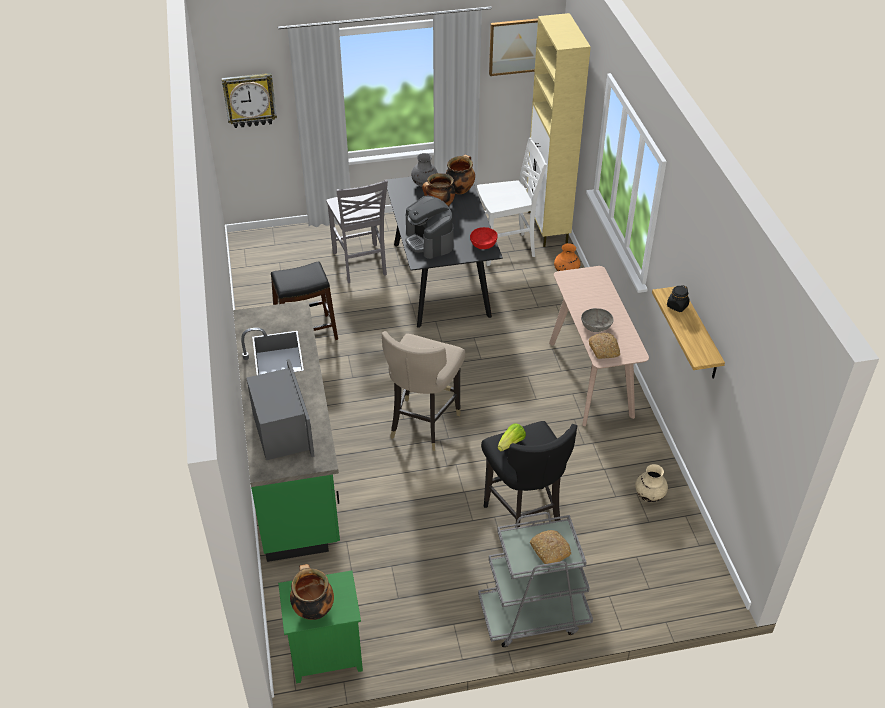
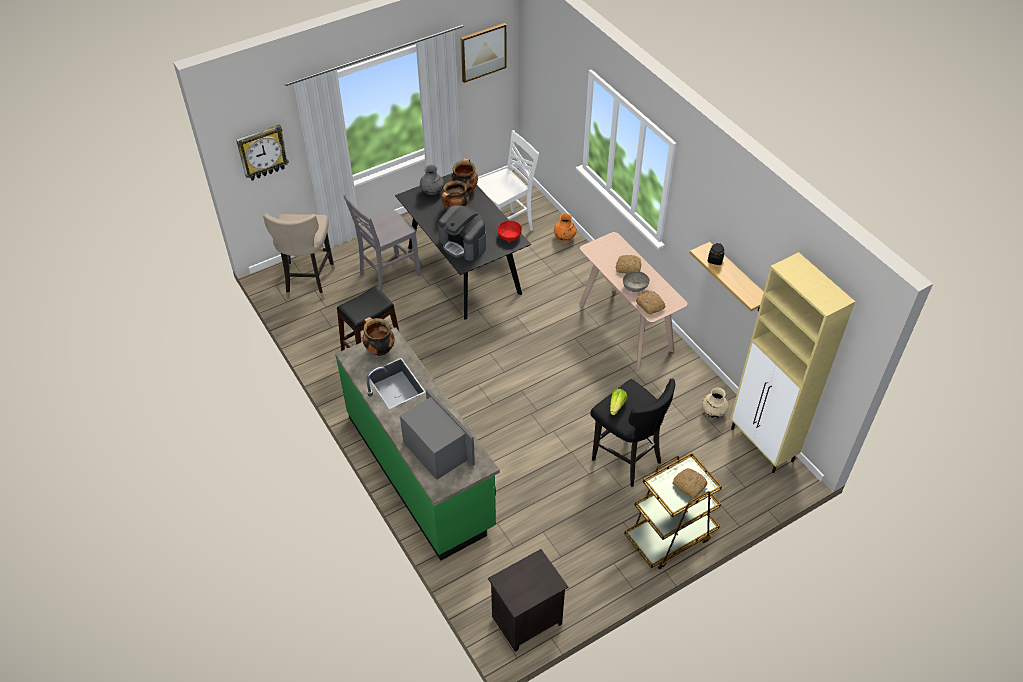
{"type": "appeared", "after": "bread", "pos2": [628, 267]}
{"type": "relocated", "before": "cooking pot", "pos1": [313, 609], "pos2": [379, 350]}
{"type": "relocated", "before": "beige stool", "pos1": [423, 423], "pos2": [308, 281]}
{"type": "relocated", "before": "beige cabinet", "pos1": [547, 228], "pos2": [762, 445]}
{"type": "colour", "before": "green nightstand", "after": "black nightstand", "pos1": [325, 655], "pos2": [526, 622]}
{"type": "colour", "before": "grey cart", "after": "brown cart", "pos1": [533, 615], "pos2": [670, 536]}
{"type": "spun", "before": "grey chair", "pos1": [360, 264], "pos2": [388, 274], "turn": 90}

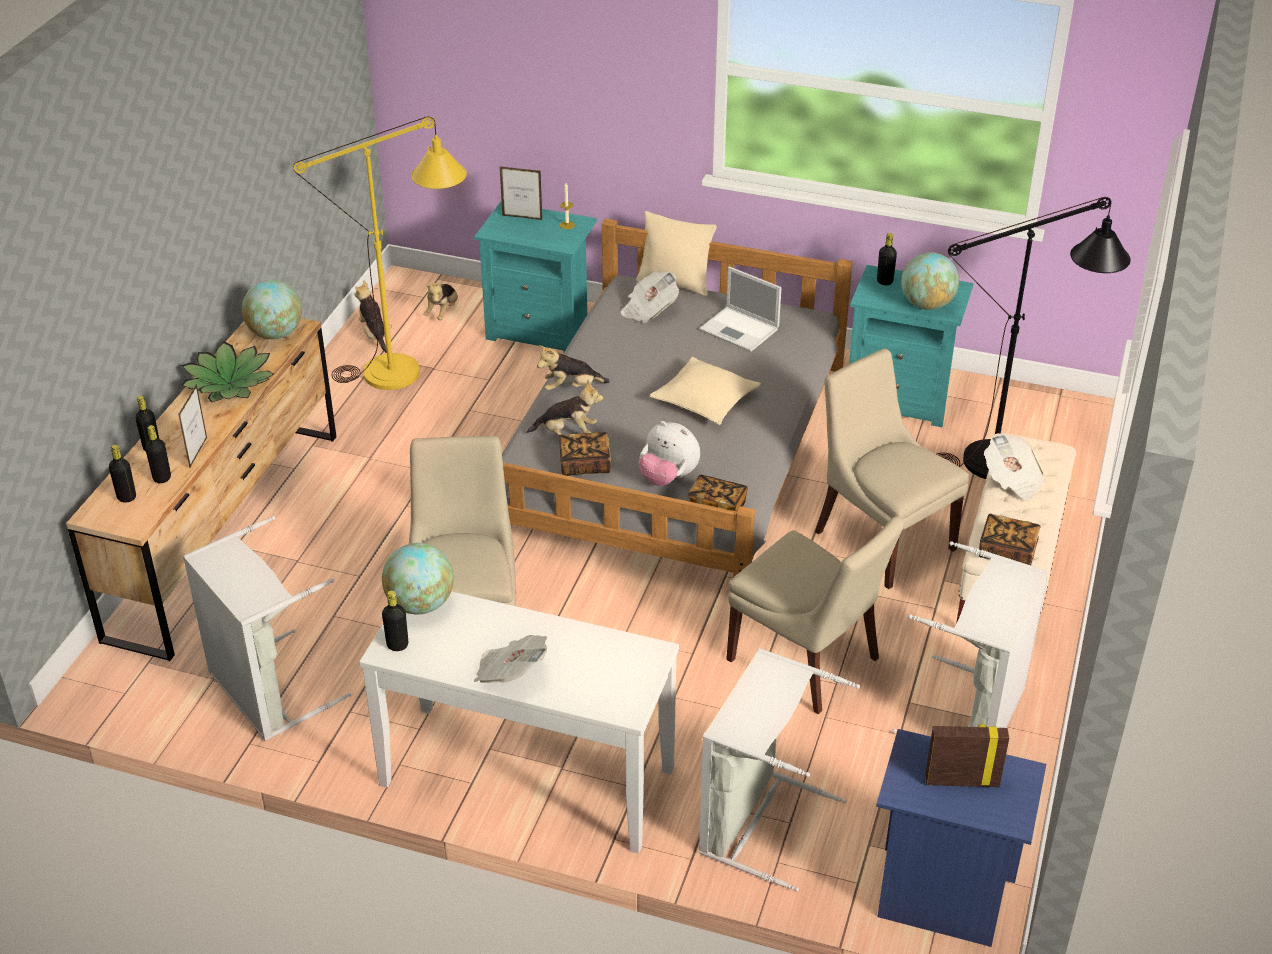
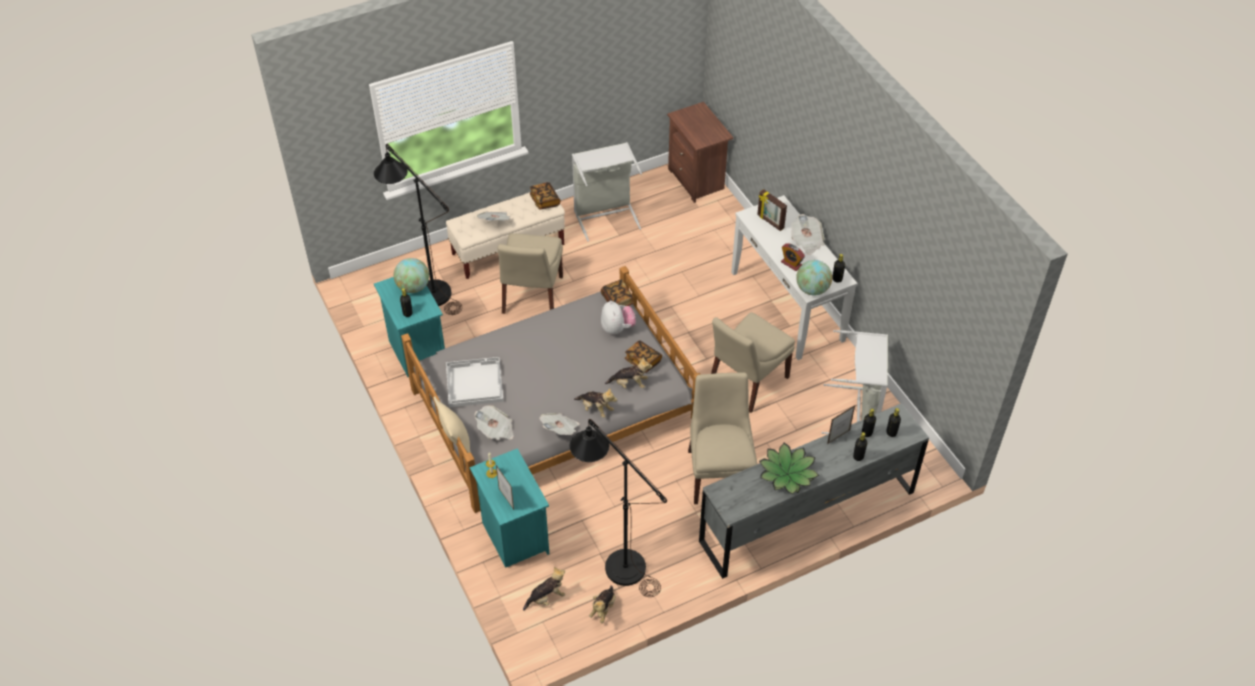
{"type": "missing", "before": "globe", "pos1": [275, 334]}
{"type": "missing", "before": "beige pillow", "pos1": [705, 400]}
{"type": "missing", "before": "grey laundry basket", "pos1": [757, 821]}
{"type": "appeared", "after": "newspaper", "pos2": [560, 430]}
{"type": "appeared", "after": "alarm clock", "pos2": [791, 264]}
{"type": "relocated", "before": "beige chair", "pos1": [807, 662], "pos2": [719, 472]}
{"type": "relocated", "before": "picture frame", "pos1": [961, 781], "pos2": [770, 222]}
{"type": "exchanged", "before": "laptop", "after": "white tray", "pos1": [740, 330], "pos2": [474, 383]}
{"type": "colour", "before": "brown dresser", "after": "grey dresser", "pos1": [226, 533], "pos2": [807, 516]}
{"type": "colour", "before": "yellow floor lamp", "after": "black floor lamp", "pos1": [408, 373], "pos2": [616, 560]}
{"type": "colour", "before": "blue nightstand", "after": "brown nightstand", "pos1": [940, 897], "pos2": [697, 180]}
{"type": "spun", "before": "plush toy", "pos1": [567, 433], "pos2": [629, 384], "turn": 135}

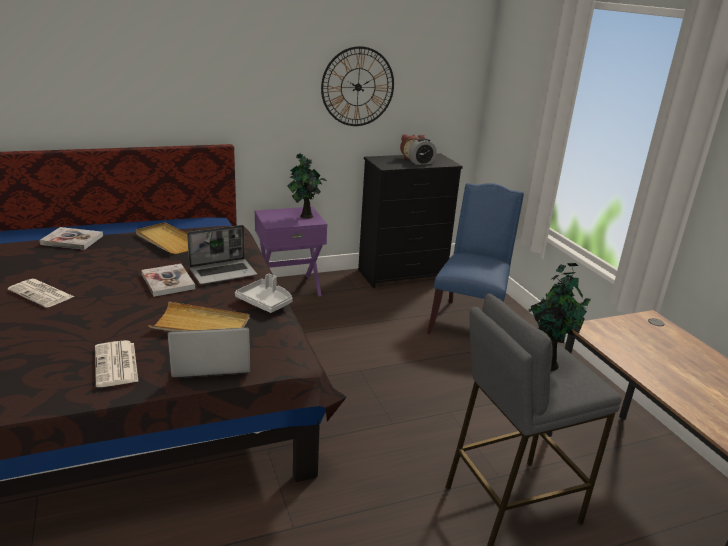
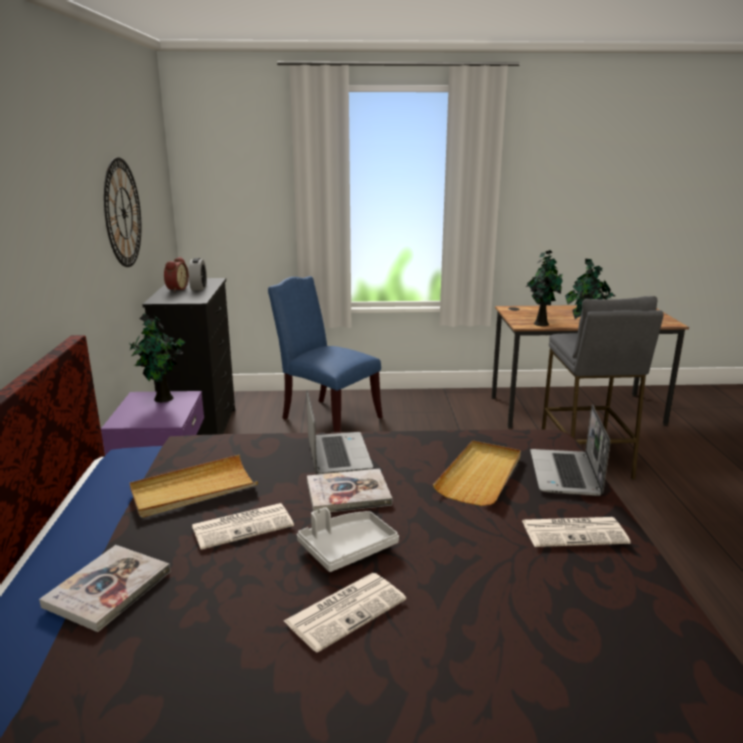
{"type": "appeared", "after": "newspaper", "pos2": [243, 526]}
{"type": "appeared", "after": "potted plant", "pos2": [540, 323]}
{"type": "relocated", "before": "grey tray", "pos1": [265, 302], "pos2": [347, 548]}

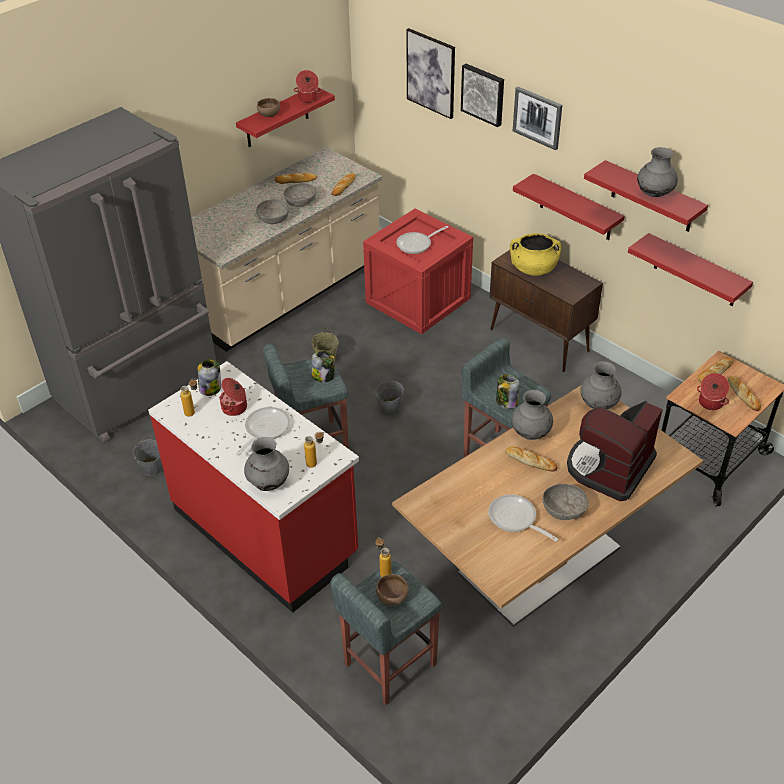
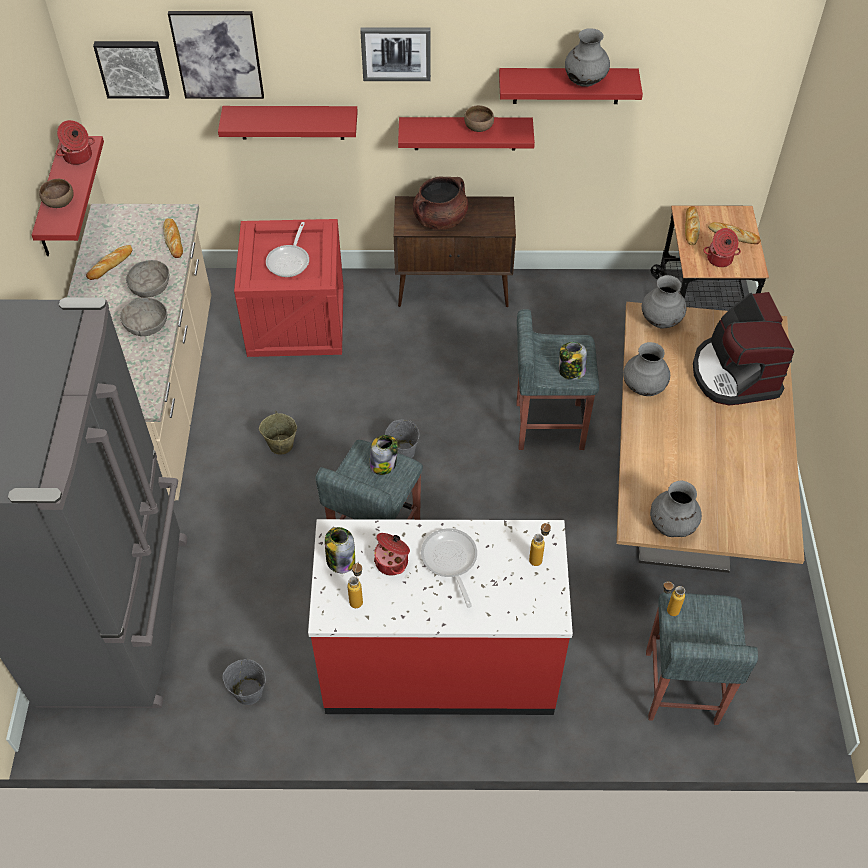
{"type": "missing", "before": "frying pan", "pos1": [515, 519]}
{"type": "missing", "before": "bread", "pos1": [530, 461]}
{"type": "missing", "before": "grey bowl", "pos1": [564, 510]}
{"type": "relocated", "before": "grey vase", "pos1": [268, 482], "pos2": [671, 526]}
{"type": "relocated", "before": "brown bowl", "pos1": [393, 597], "pos2": [479, 127]}
{"type": "relocated", "before": "picture", "pos1": [483, 94], "pos2": [132, 68]}
{"type": "relocated", "before": "red shelf", "pos1": [696, 271], "pos2": [291, 122]}
{"type": "colour", "before": "yellow cooking pot", "after": "brown cooking pot", "pos1": [533, 269], "pos2": [440, 220]}

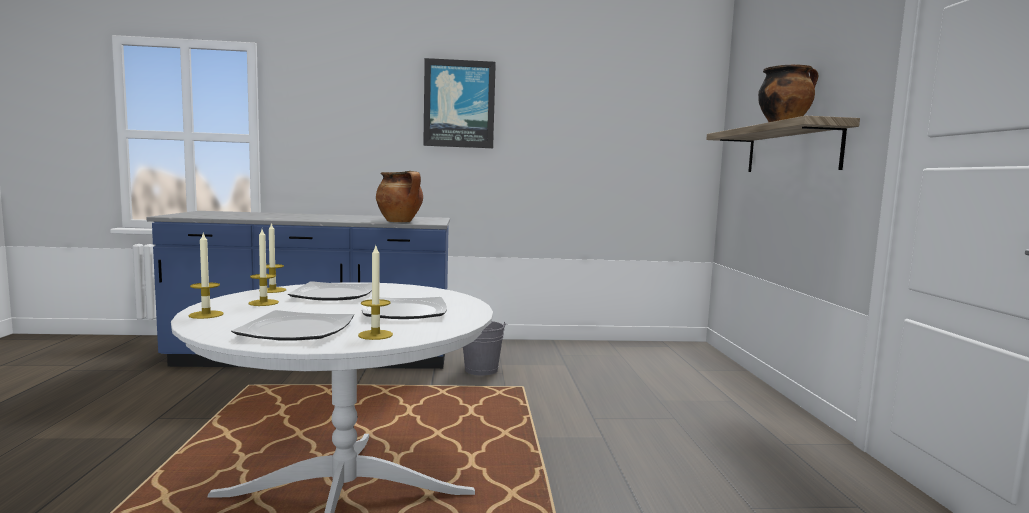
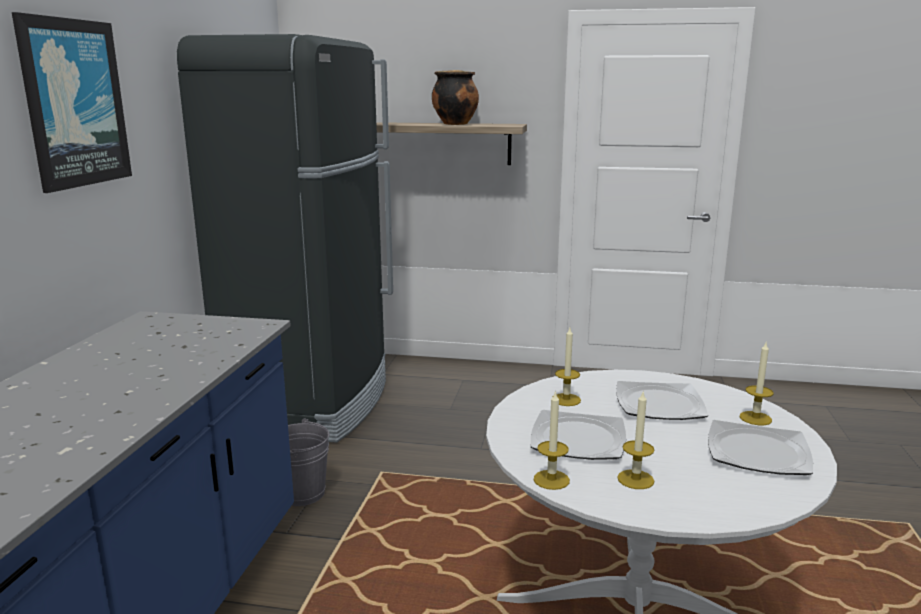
{"type": "missing", "before": "cooking pot", "pos1": [400, 222]}
{"type": "appeared", "after": "black fridge", "pos2": [312, 402]}
{"type": "relocated", "before": "candle", "pos1": [206, 315], "pos2": [566, 399]}

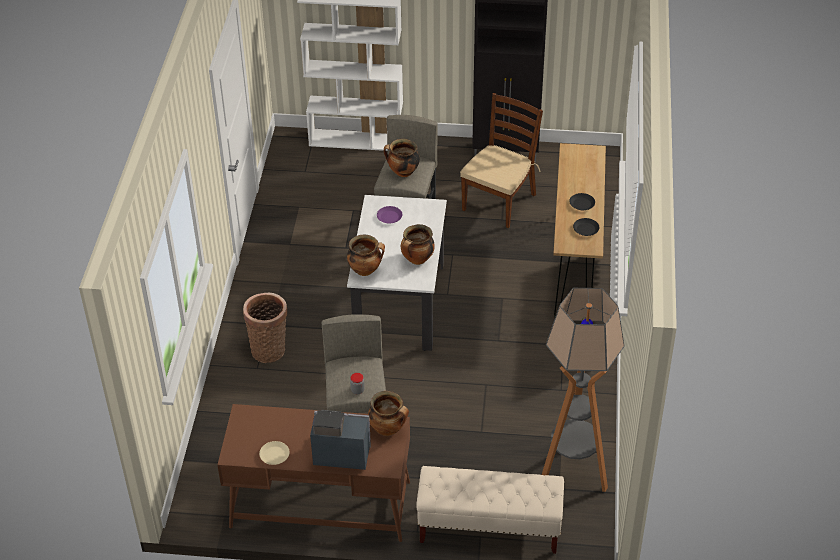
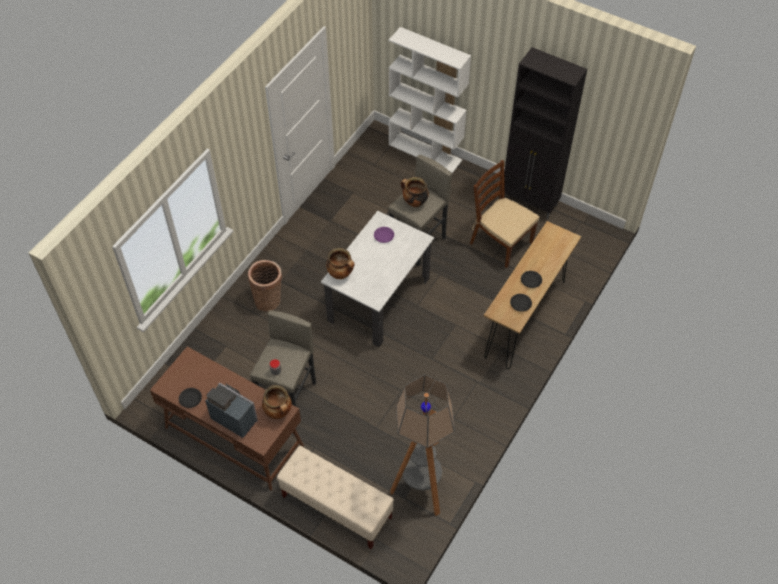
{"type": "missing", "before": "cooking pot", "pos1": [417, 260]}
{"type": "colour", "before": "beige plate", "after": "black plate", "pos1": [275, 455], "pos2": [191, 399]}
{"type": "spun", "before": "brown chair", "pos1": [499, 201], "pos2": [500, 242], "turn": -105}

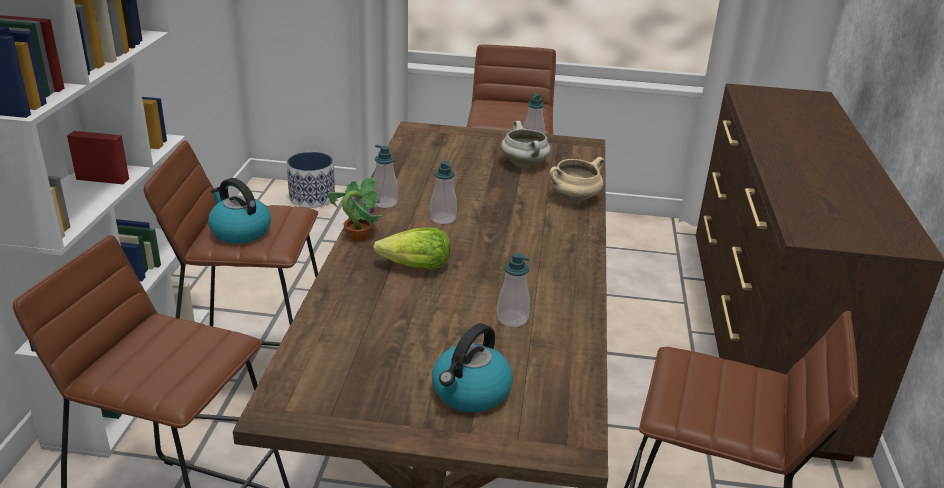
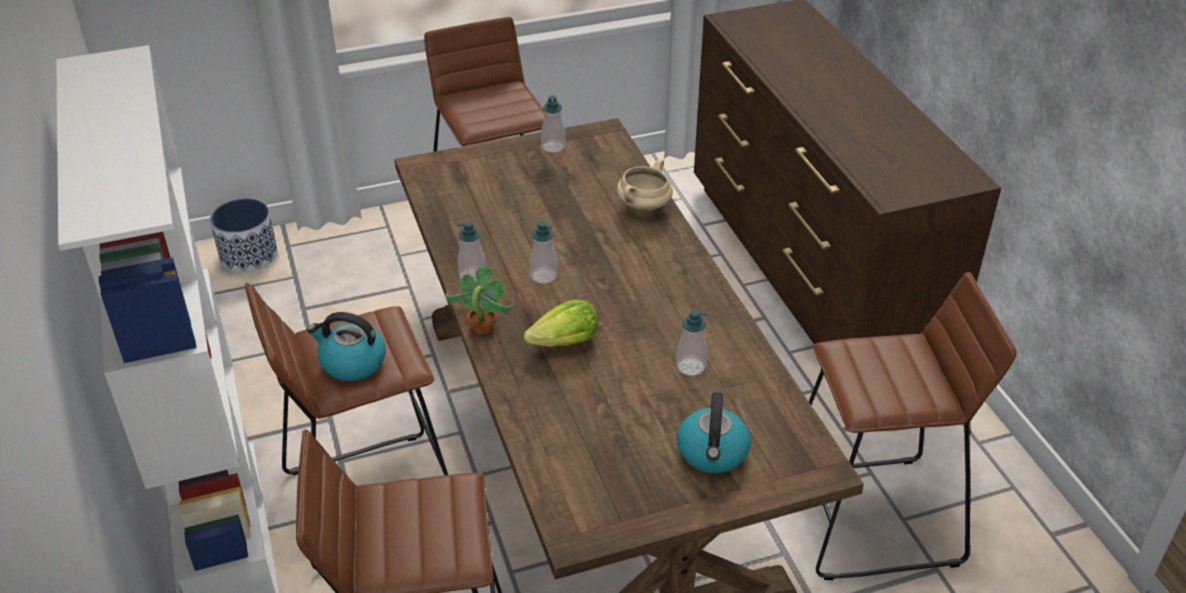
{"type": "missing", "before": "white cooking pot", "pos1": [525, 164]}

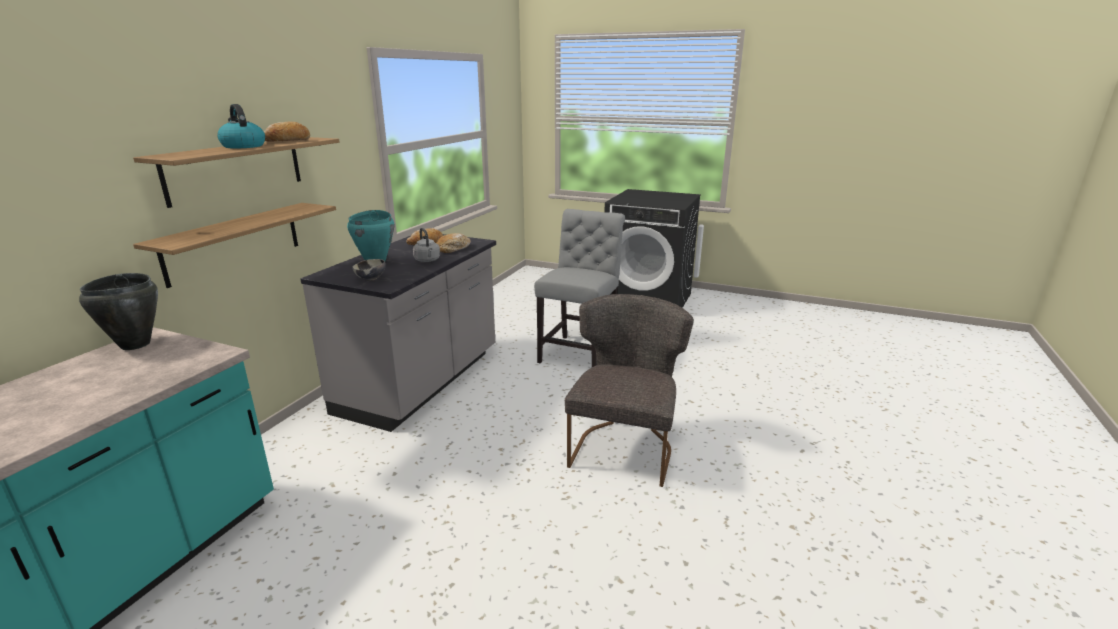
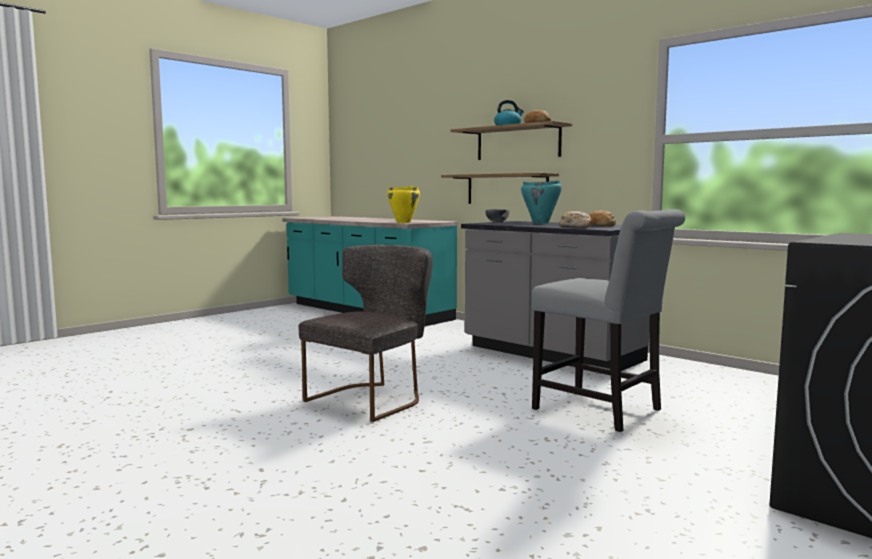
{"type": "missing", "before": "black cooking pot", "pos1": [134, 345]}
{"type": "missing", "before": "grey kettle", "pos1": [427, 260]}
{"type": "appeared", "after": "yellow cooking pot", "pos2": [404, 222]}
{"type": "spun", "before": "grey chair", "pos1": [624, 447], "pos2": [373, 398], "turn": -90}

